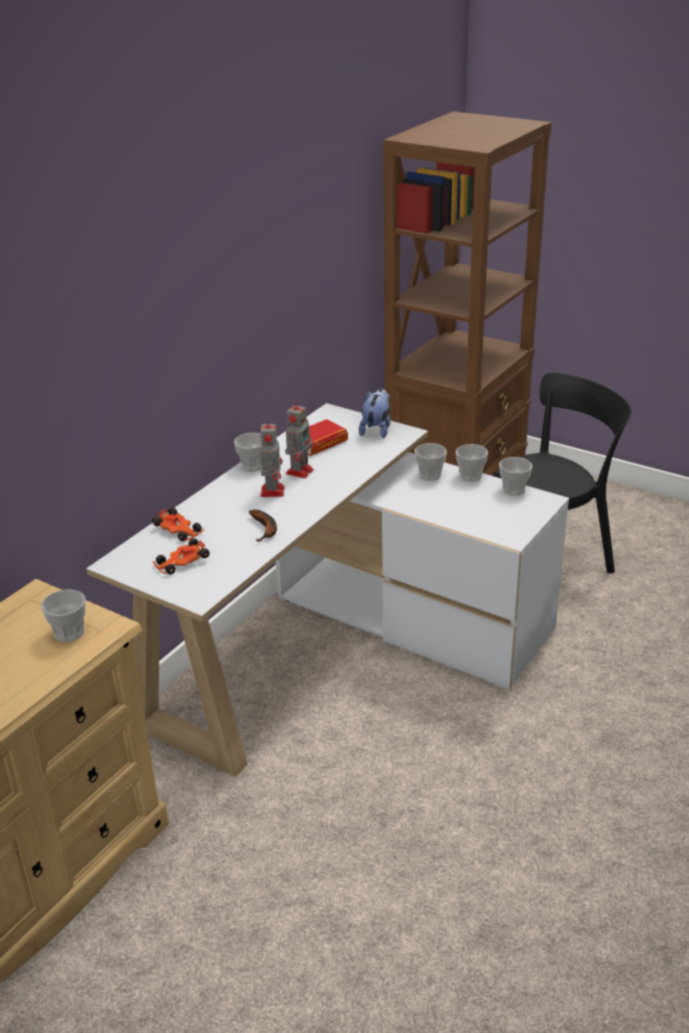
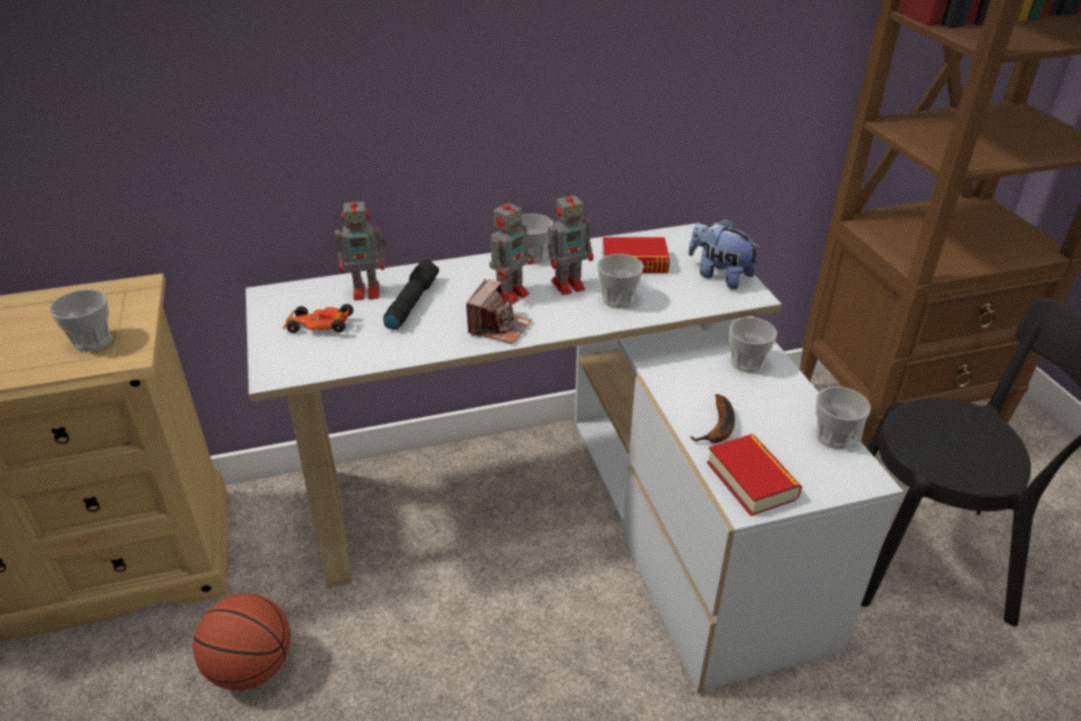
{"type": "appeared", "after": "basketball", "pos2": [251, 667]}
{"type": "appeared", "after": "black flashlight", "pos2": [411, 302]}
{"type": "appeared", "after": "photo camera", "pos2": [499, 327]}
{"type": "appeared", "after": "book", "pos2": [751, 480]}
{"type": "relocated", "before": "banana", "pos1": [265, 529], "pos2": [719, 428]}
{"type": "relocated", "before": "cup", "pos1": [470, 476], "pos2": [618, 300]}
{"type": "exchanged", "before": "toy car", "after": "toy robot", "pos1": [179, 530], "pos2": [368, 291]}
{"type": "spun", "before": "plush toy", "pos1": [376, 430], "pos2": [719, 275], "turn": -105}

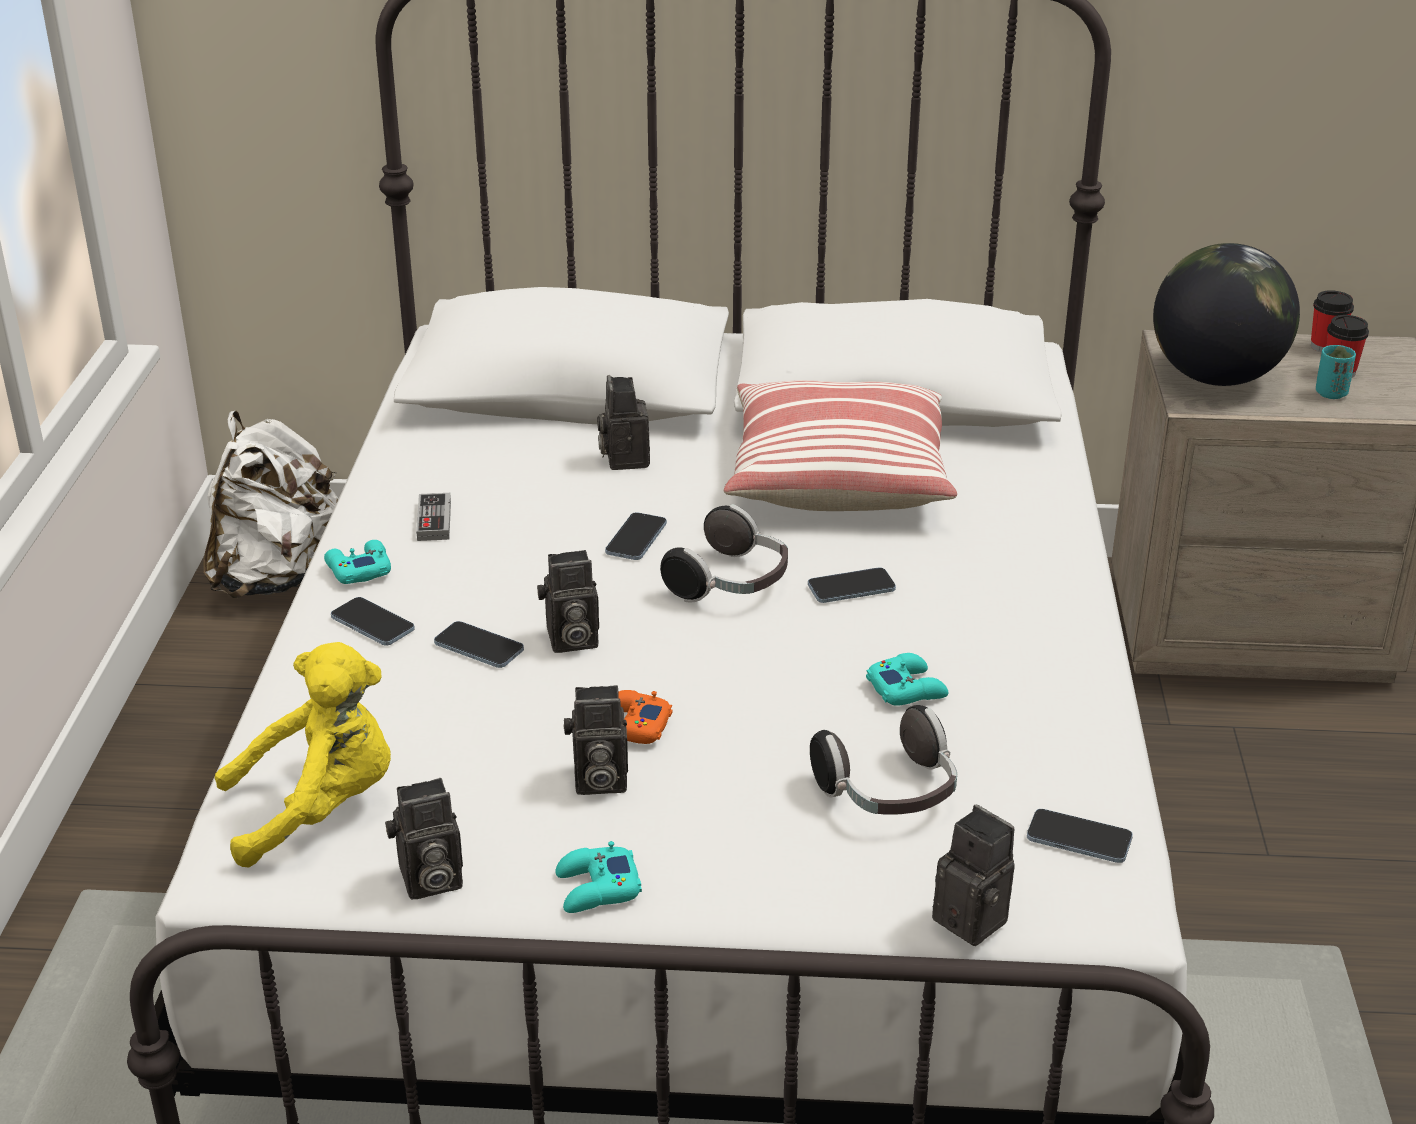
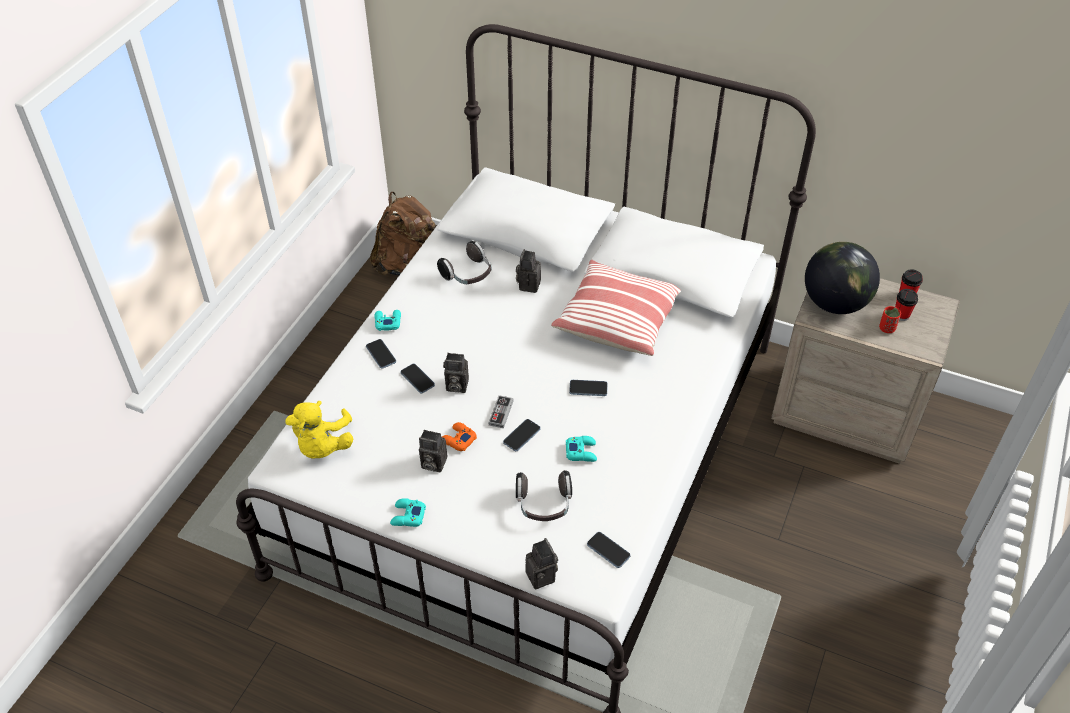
{"type": "missing", "before": "photo camera", "pos1": [428, 881]}
{"type": "relocated", "before": "game controller", "pos1": [434, 521], "pos2": [501, 413]}
{"type": "relocated", "before": "phone", "pos1": [636, 539], "pos2": [521, 436]}
{"type": "relocated", "before": "headphones", "pos1": [731, 584], "pos2": [468, 275]}
{"type": "colour", "before": "white backpack", "after": "brown backpack", "pos1": [277, 576], "pos2": [407, 263]}
{"type": "colour", "before": "turquoise cup", "after": "red cup", "pos1": [1331, 393], "pos2": [887, 328]}
{"type": "spun", "before": "yellow plush toy", "pos1": [319, 809], "pos2": [322, 446], "turn": 90}

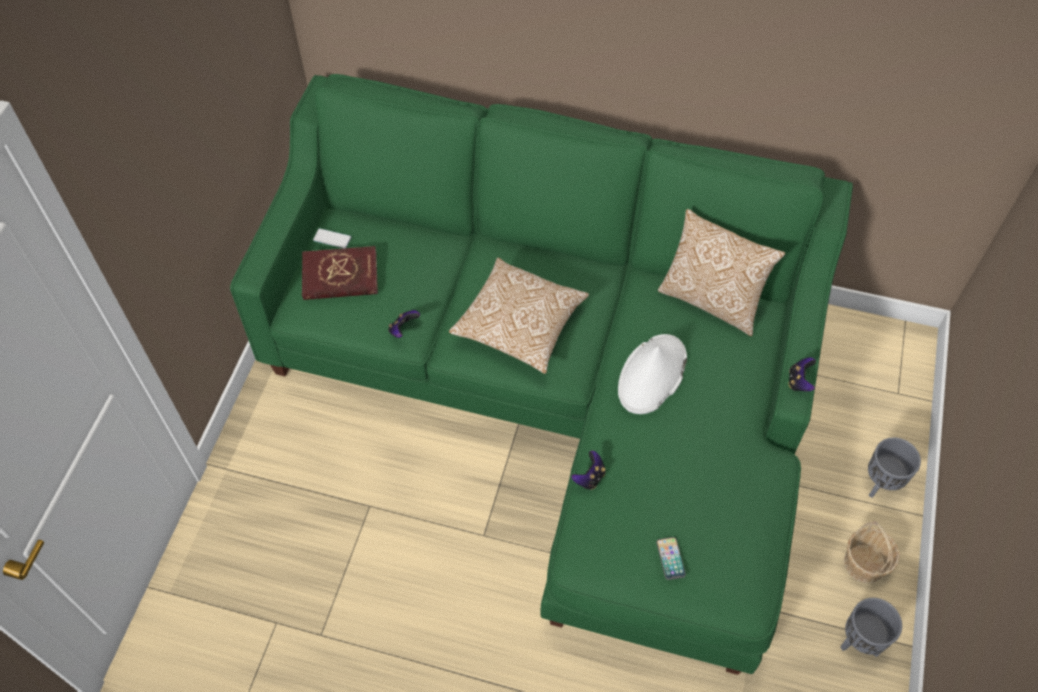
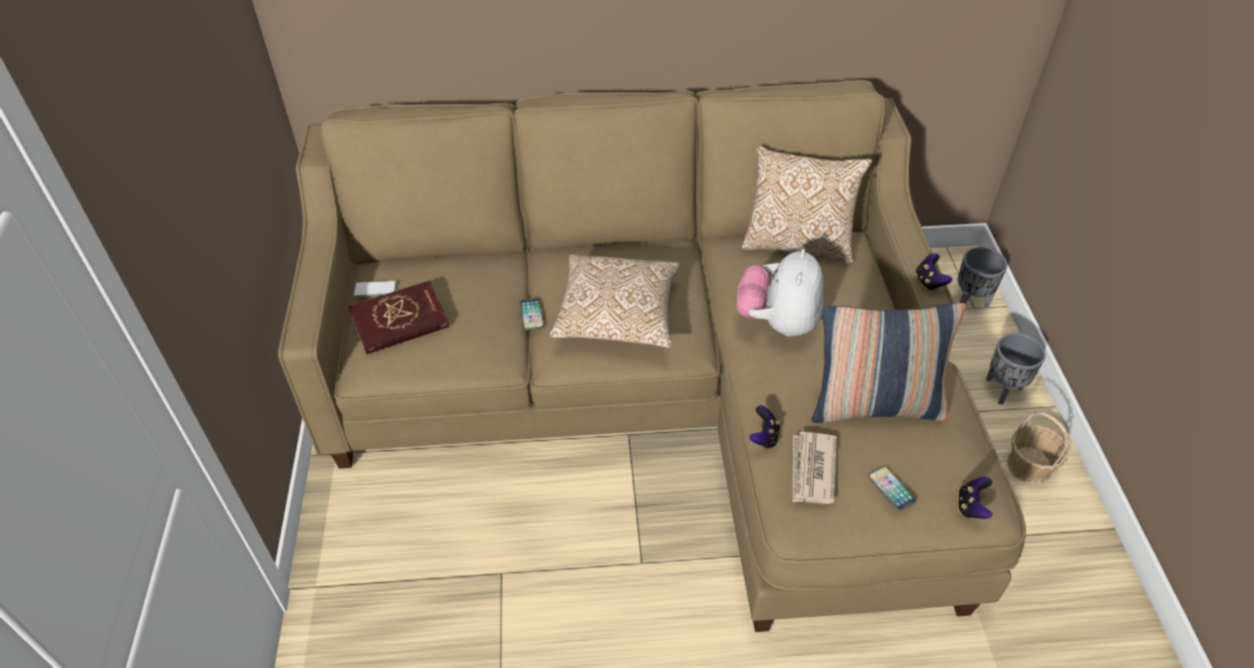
{"type": "appeared", "after": "phone", "pos2": [531, 315]}
{"type": "appeared", "after": "newspaper", "pos2": [812, 470]}
{"type": "appeared", "after": "pillow", "pos2": [874, 405]}
{"type": "relocated", "before": "game controller", "pos1": [403, 329], "pos2": [971, 507]}
{"type": "relocated", "before": "grey planter", "pos1": [860, 642], "pos2": [970, 302]}
{"type": "exchanged", "before": "white hat", "after": "plush toy", "pos1": [652, 375], "pos2": [777, 322]}
{"type": "colour", "before": "green sofa", "after": "beige sofa", "pos1": [561, 388], "pos2": [658, 393]}

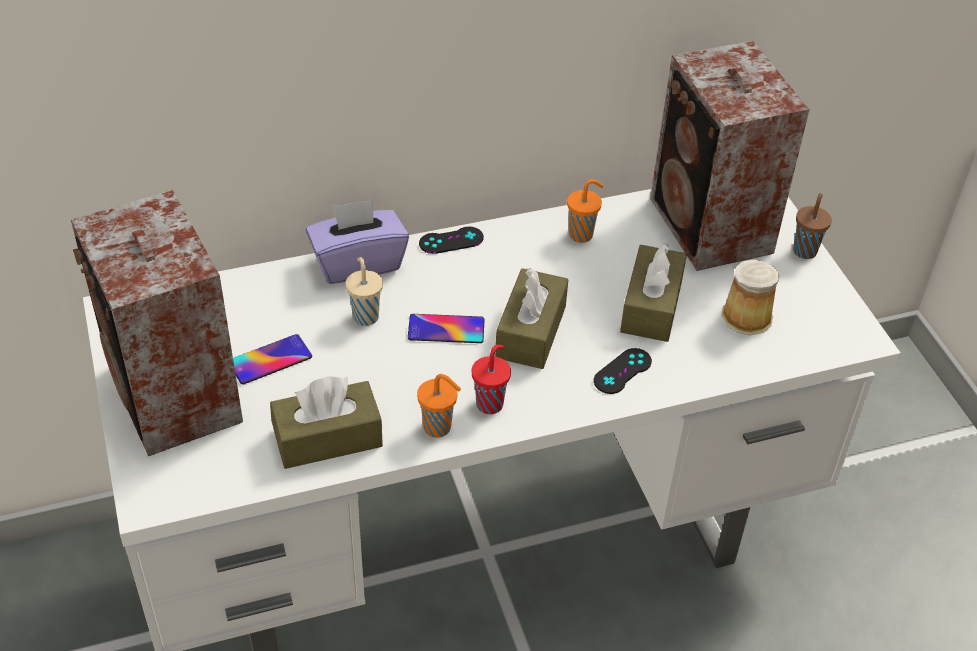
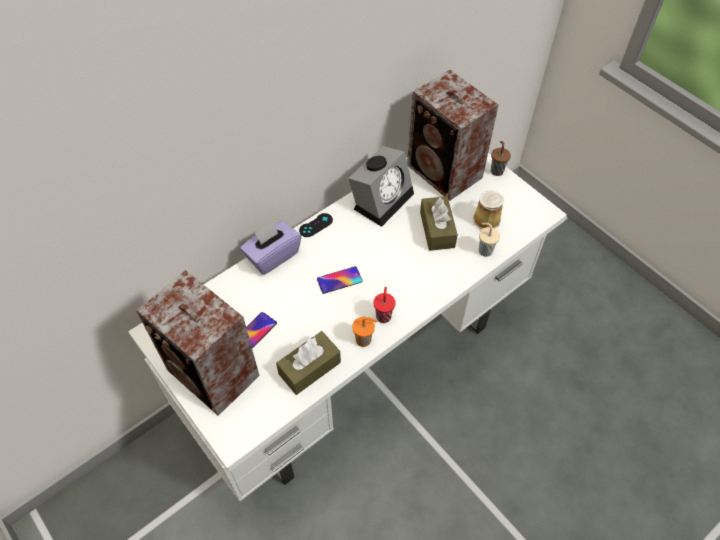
{"type": "missing", "before": "brown tissue box", "pos1": [531, 332]}
{"type": "missing", "before": "black game controller", "pos1": [622, 371]}
{"type": "relocated", "before": "beige cup", "pos1": [365, 316], "pos2": [484, 250]}
{"type": "exchanged", "before": "orange cup", "after": "alarm clock", "pos1": [582, 234], "pos2": [382, 198]}

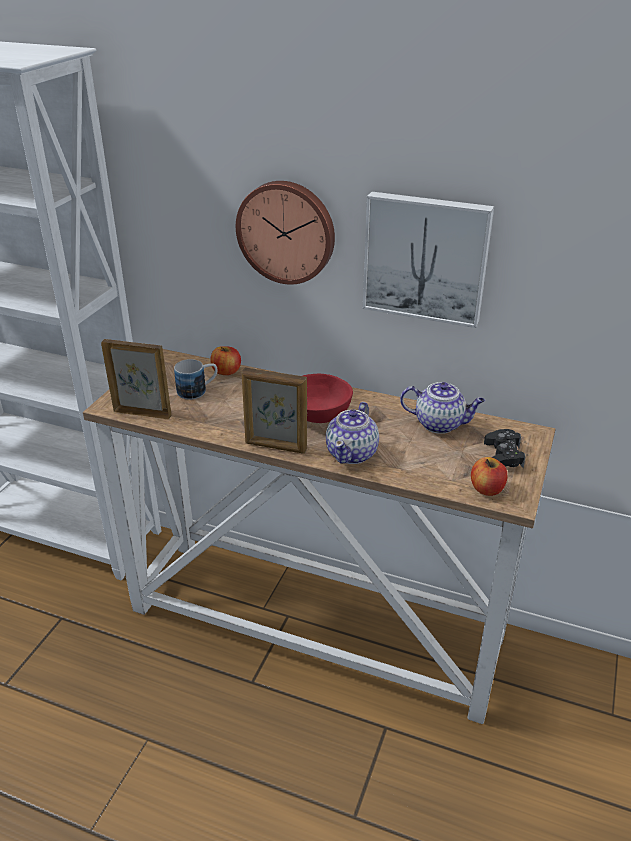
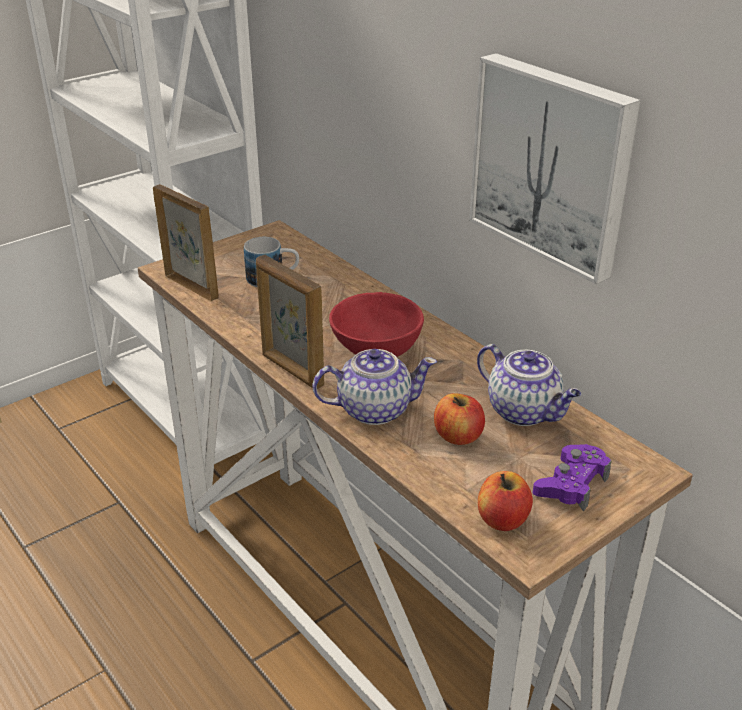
{"type": "missing", "before": "wall clock", "pos1": [287, 231]}
{"type": "relocated", "before": "apple", "pos1": [226, 371], "pos2": [458, 436]}
{"type": "colour", "before": "black game controller", "after": "purple game controller", "pos1": [503, 456], "pos2": [571, 484]}
{"type": "spun", "before": "teapot", "pos1": [352, 453], "pos2": [373, 409], "turn": -150}

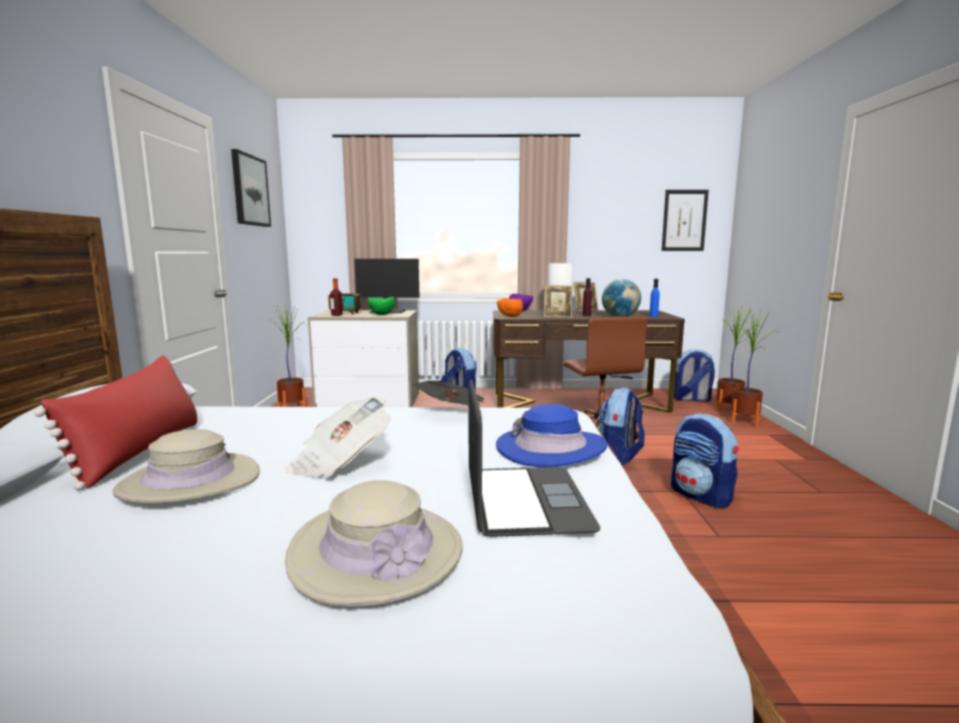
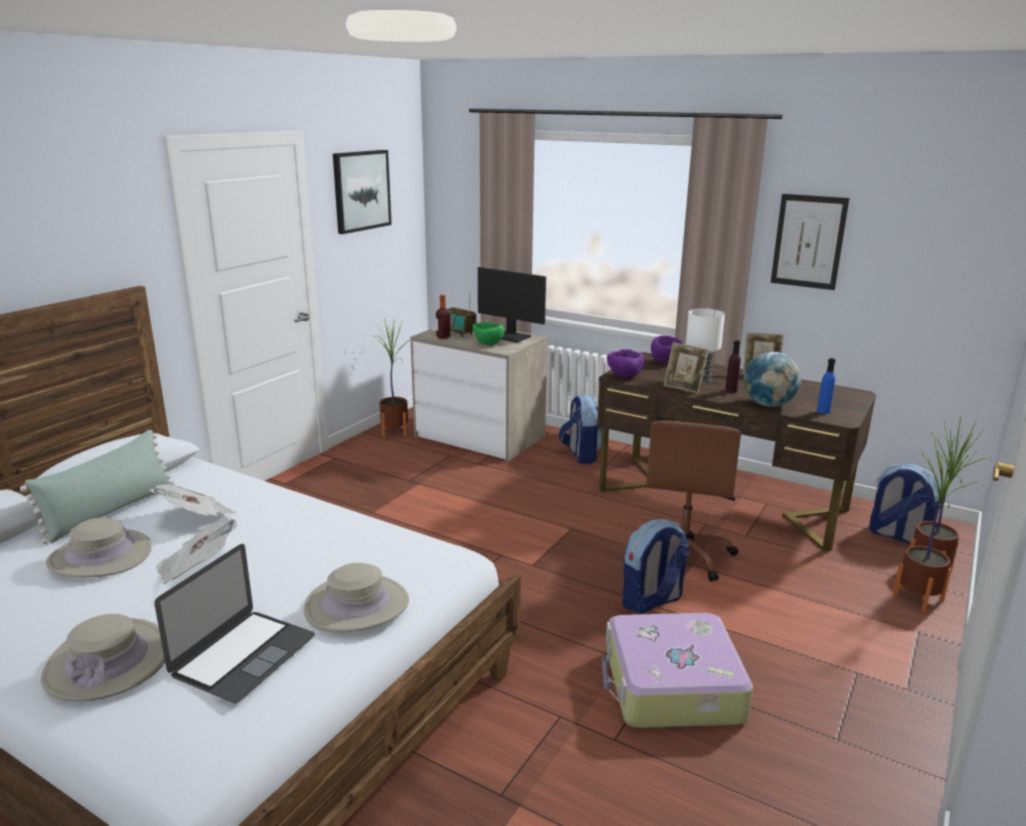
{"type": "relocated", "before": "newspaper", "pos1": [452, 414], "pos2": [197, 518]}
{"type": "relocated", "before": "picture", "pos1": [684, 220], "pos2": [808, 241]}
{"type": "exchanged", "before": "backpack", "after": "suitcase", "pos1": [701, 496], "pos2": [671, 686]}
{"type": "colour", "before": "red pillow", "after": "green pillow", "pos1": [140, 451], "pos2": [110, 511]}
{"type": "colour", "before": "blue hat", "after": "beige hat", "pos1": [550, 448], "pos2": [357, 605]}
{"type": "colour", "before": "orange bowl", "after": "purple bowl", "pos1": [509, 317], "pos2": [624, 376]}

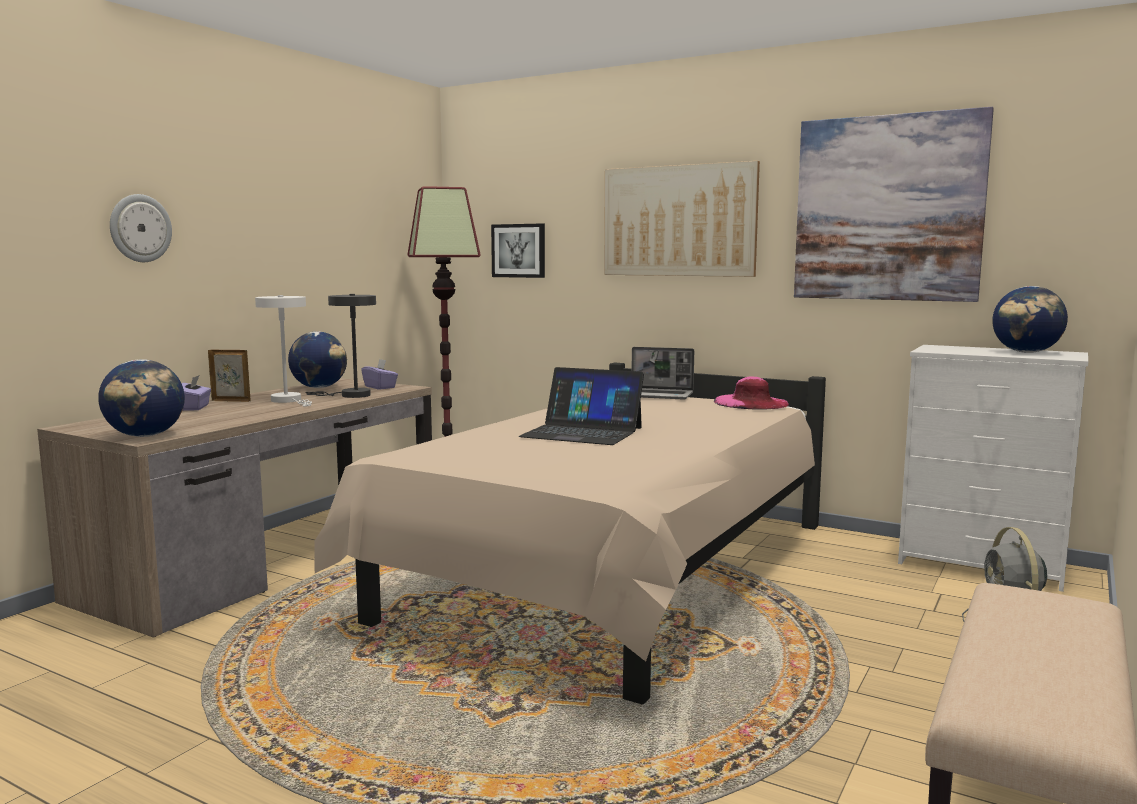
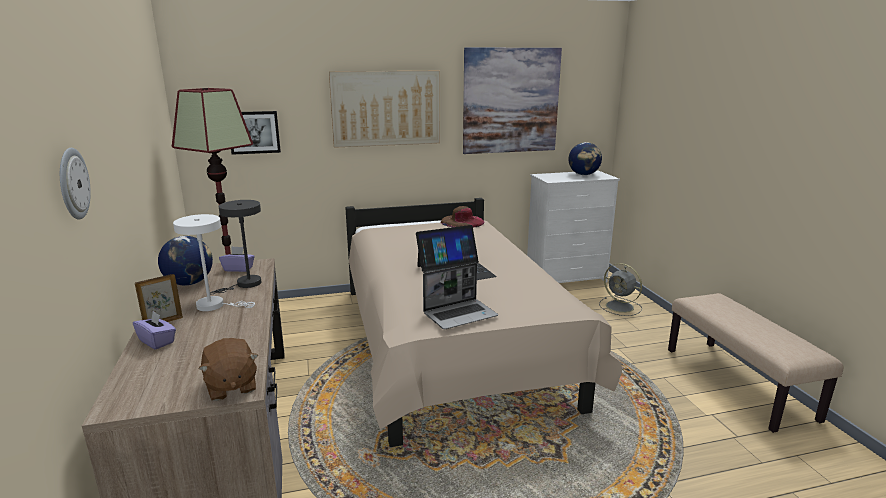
{"type": "relocated", "before": "laptop", "pos1": [659, 395], "pos2": [460, 315]}
{"type": "exchanged", "before": "globe", "after": "brown plush toy", "pos1": [145, 436], "pos2": [231, 386]}
{"type": "colour", "before": "pink hat", "after": "brown hat", "pos1": [751, 403], "pos2": [462, 221]}

